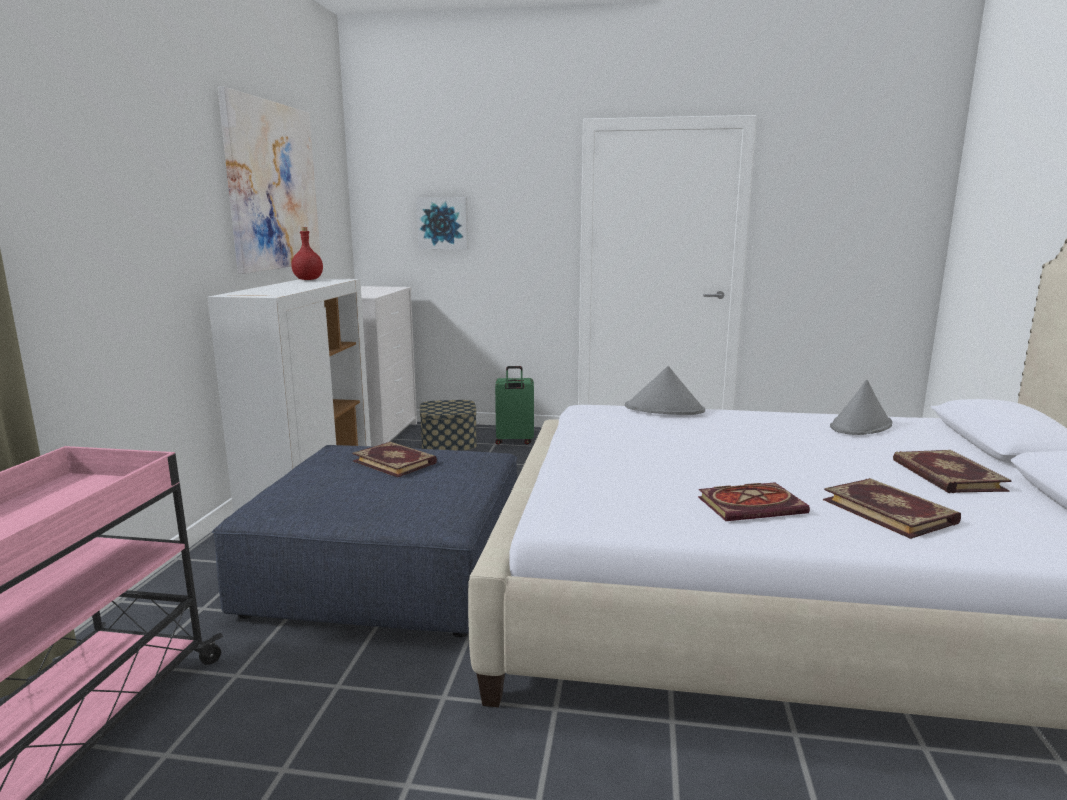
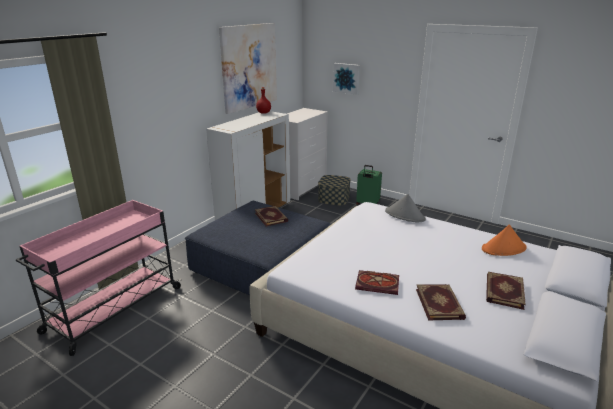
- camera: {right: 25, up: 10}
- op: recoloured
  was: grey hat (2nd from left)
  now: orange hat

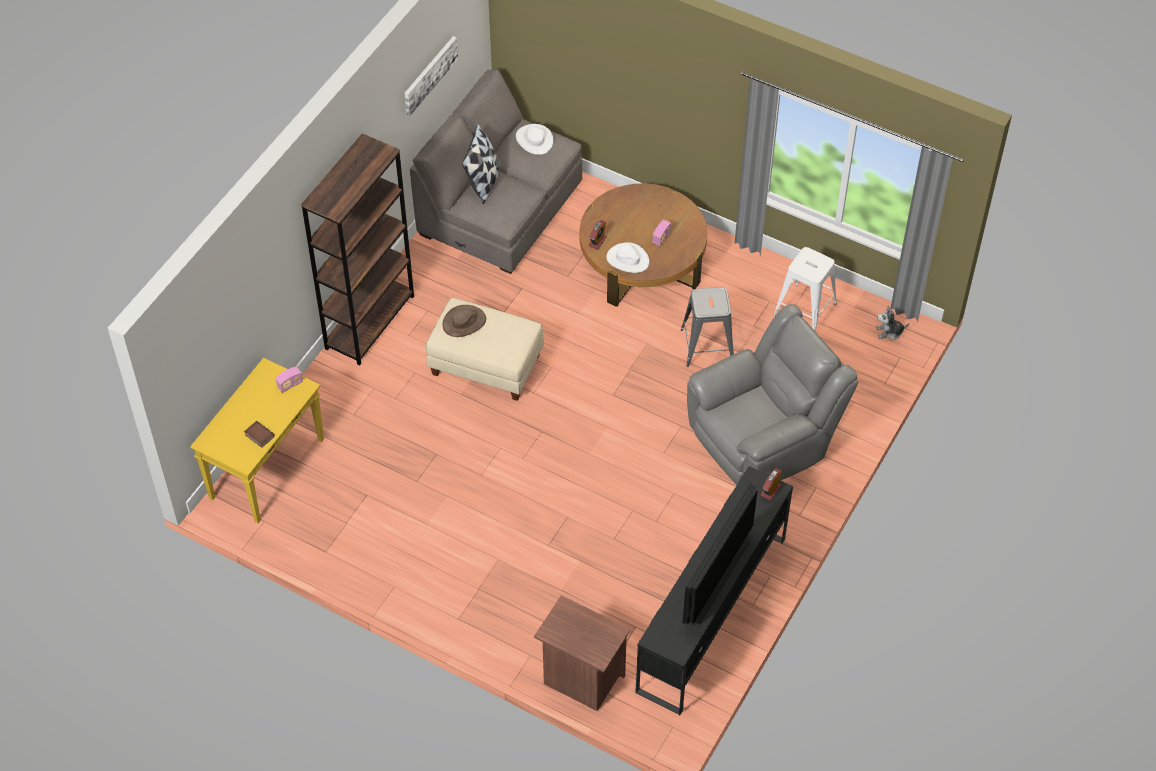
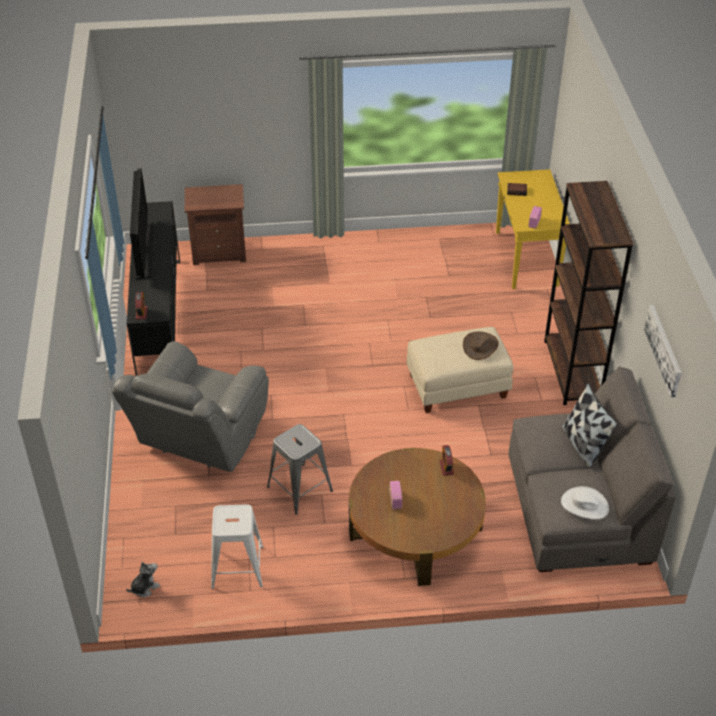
- camera: {right: 145, up: -10}
- op: removed
  was: white hat (2nd from left)

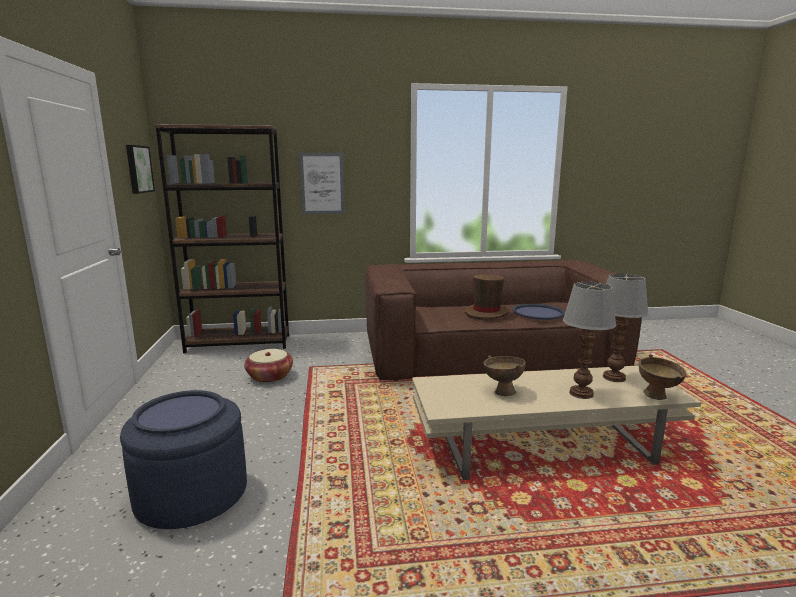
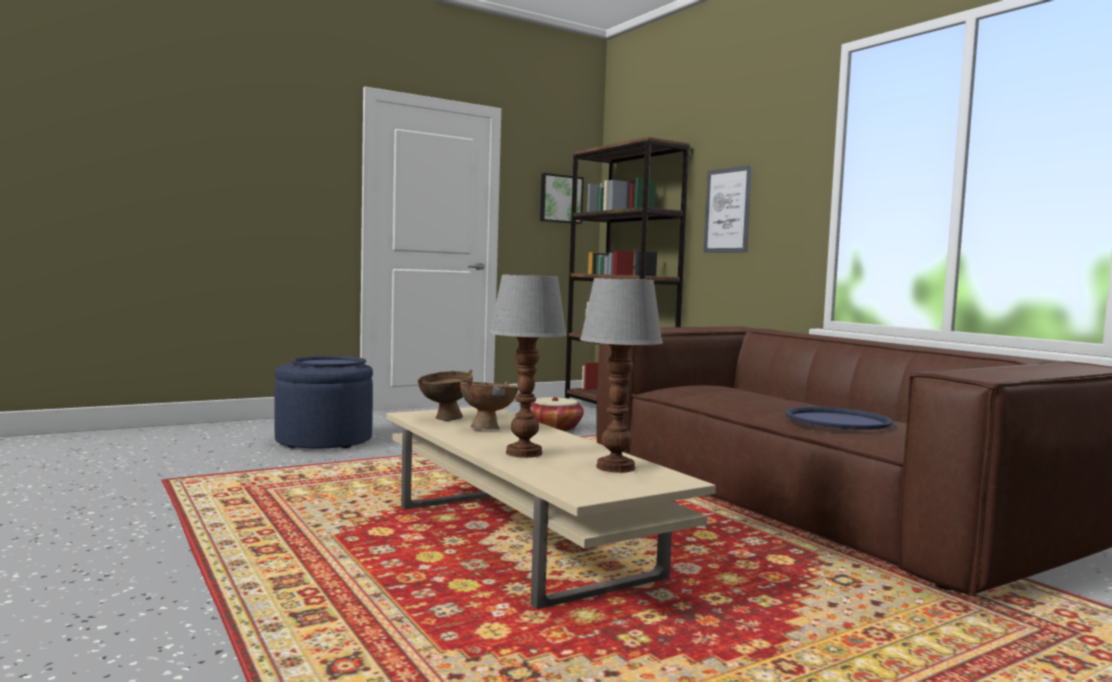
- camera: {right: 65, up: -10}
- op: moved
  was: brown bowl (2nd from left in the first image)
  now: brown bowl (1st from left)
- op: removed
  was: brown hat

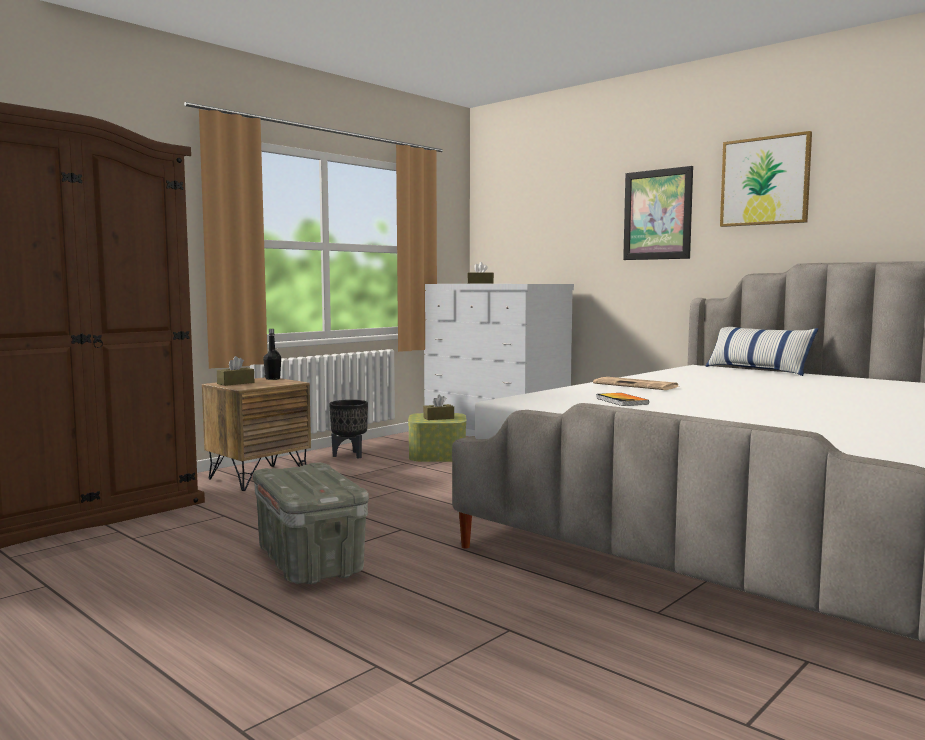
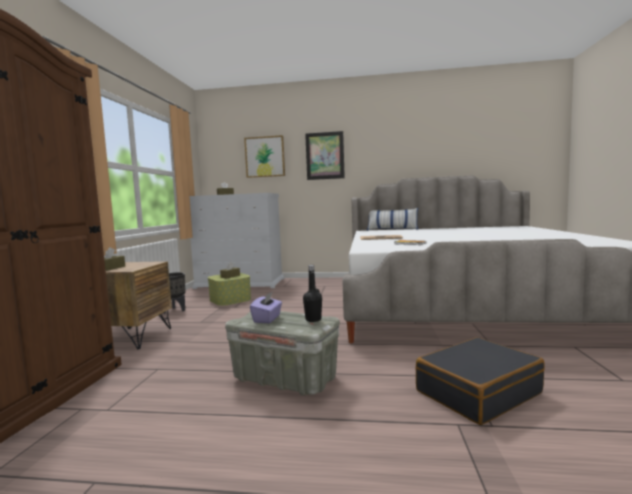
- camera: {right: -35, up: 0}
- op: moved
  was: picture (2nd from left in the first image)
  now: picture (1st from left)
- op: added
  now: purple tissue box
- op: moved
  was: black bottle
- op: added
  now: black suitcase

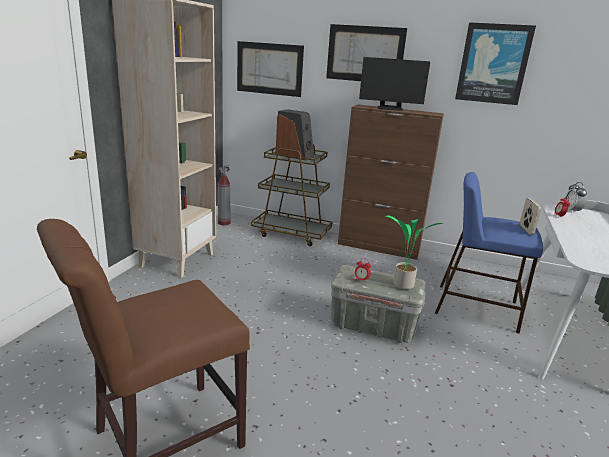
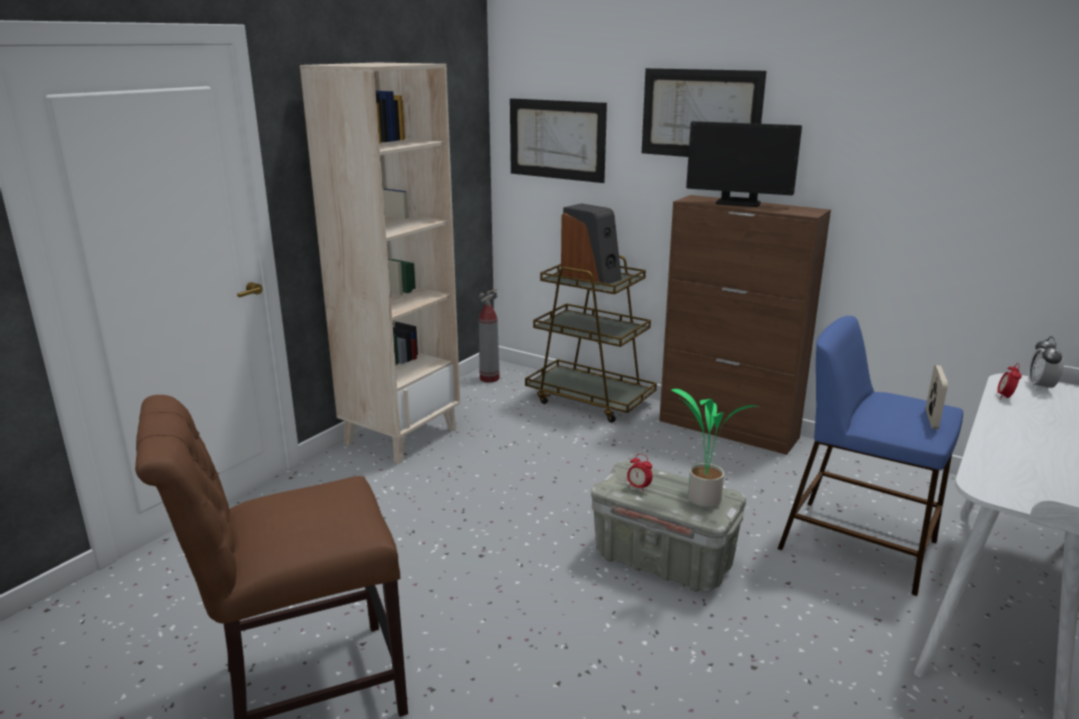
- camera: {right: 15, up: 0}
- op: removed
  was: picture (3rd from left)

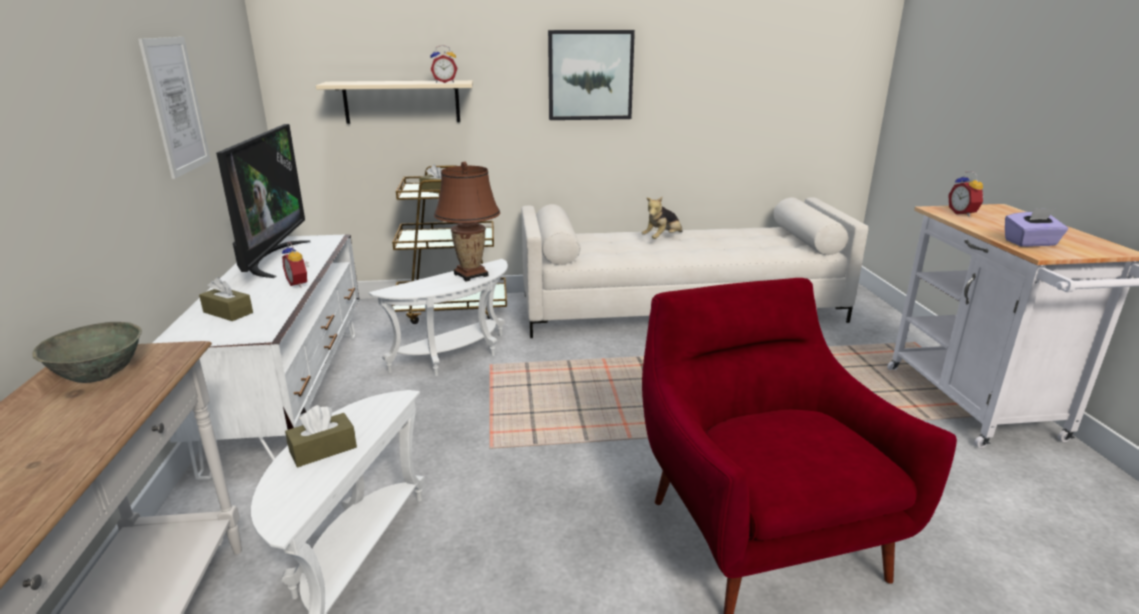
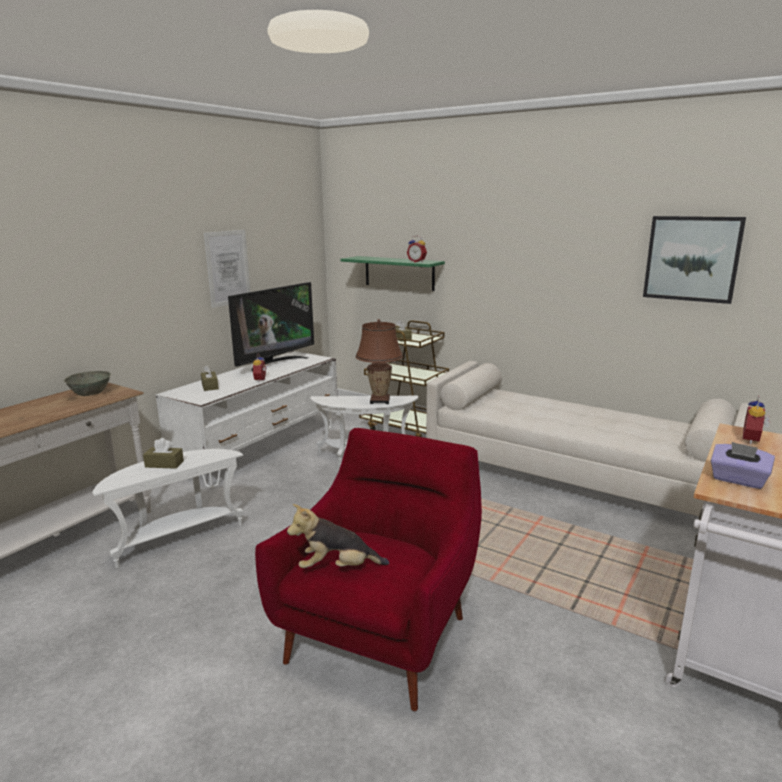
- camera: {right: 40, up: -5}
- op: moved
  was: plush toy
- op: recoloured
  was: beige shelf
  now: green shelf
- op: moved
  was: picture (2nd from left)

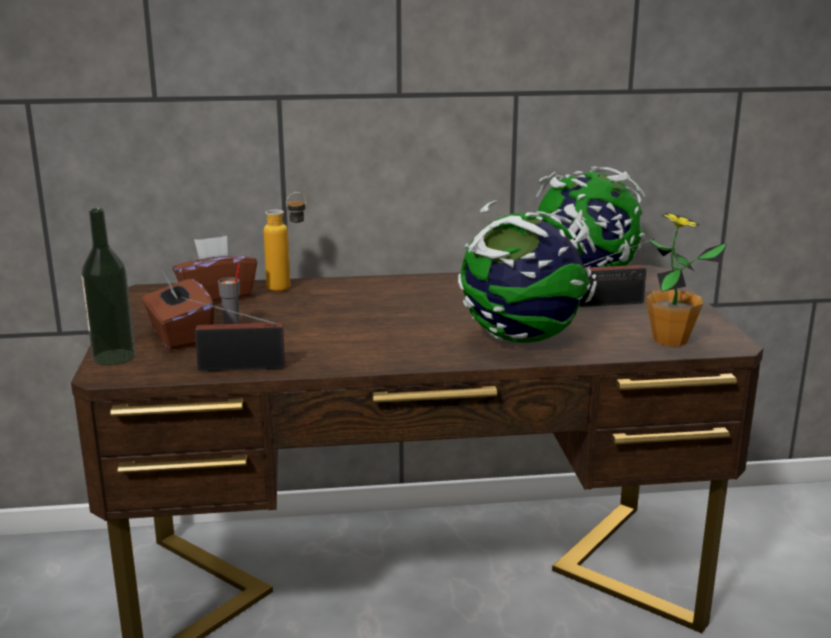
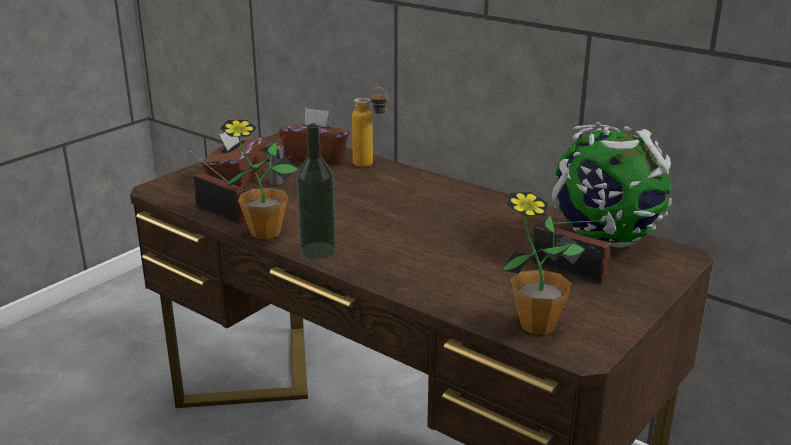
- camera: {right: 45, up: 5}
- op: added
  now: potted plant (1st from left)
- op: moved
  was: bottle (1st from left)
- op: removed
  was: globe (1st from left)

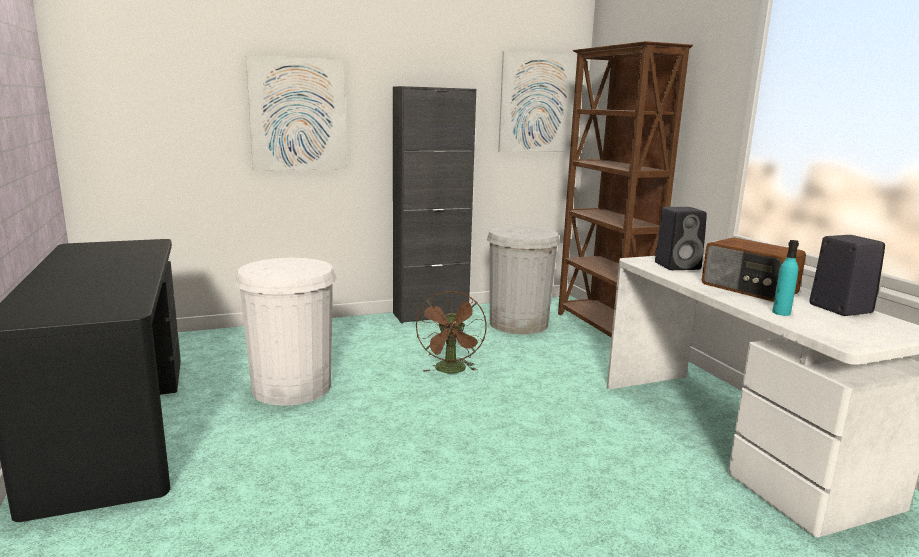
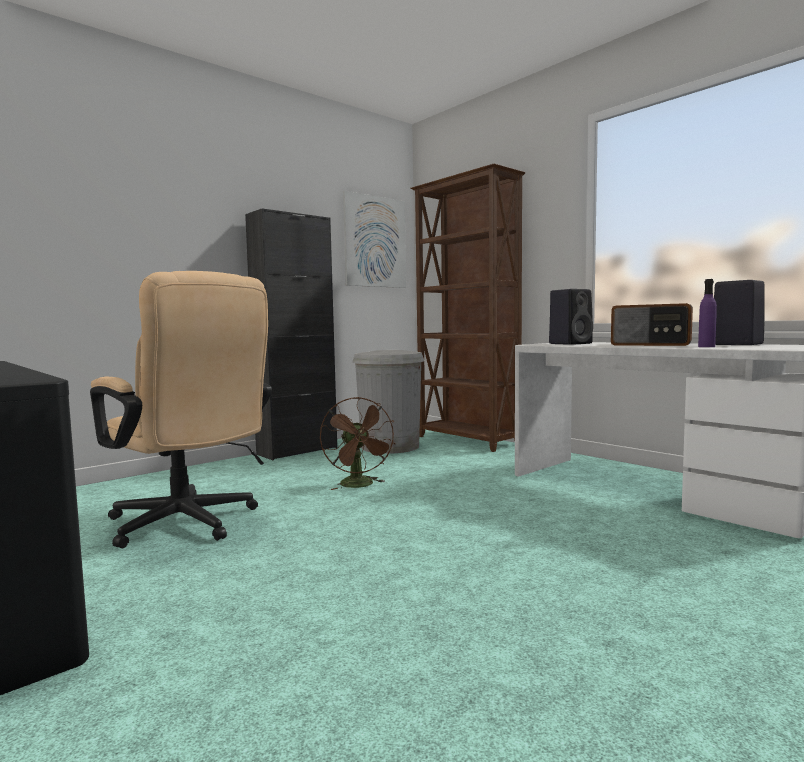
- camera: {right: -20, up: -10}
- op: replaced
  was: white trash can (1st from left)
  now: beige office chair
- op: recoloured
  was: turquoise bottle
  now: purple bottle
- op: removed
  was: picture (1st from left)

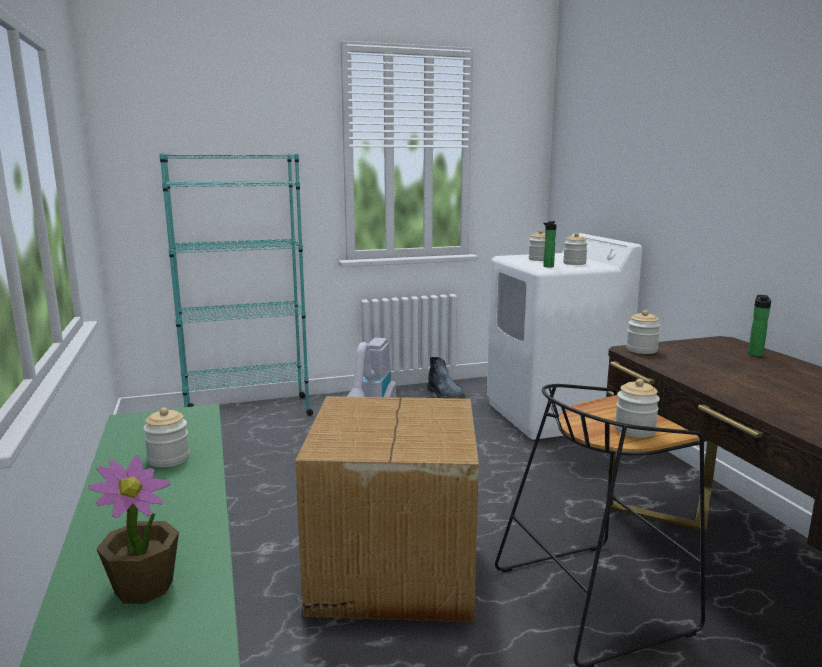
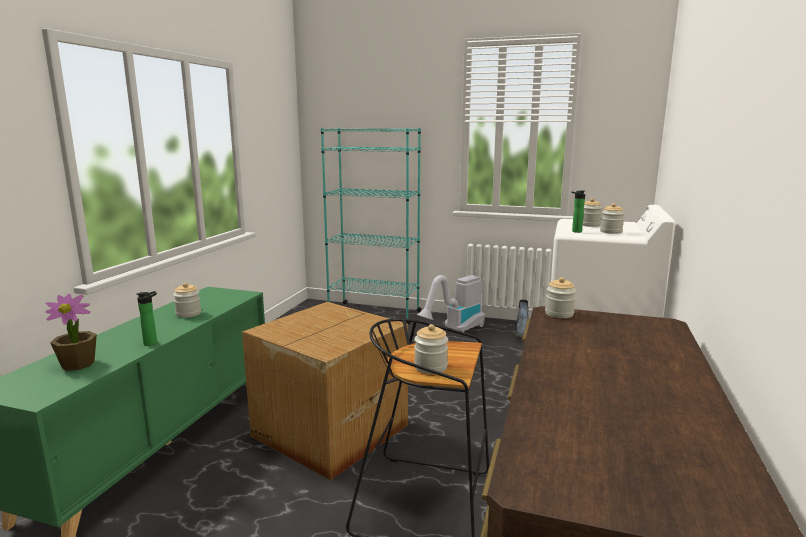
- camera: {right: 35, up: 0}
- op: moved
  was: bottle (2nd from left in the first image)
  now: bottle (1st from left)

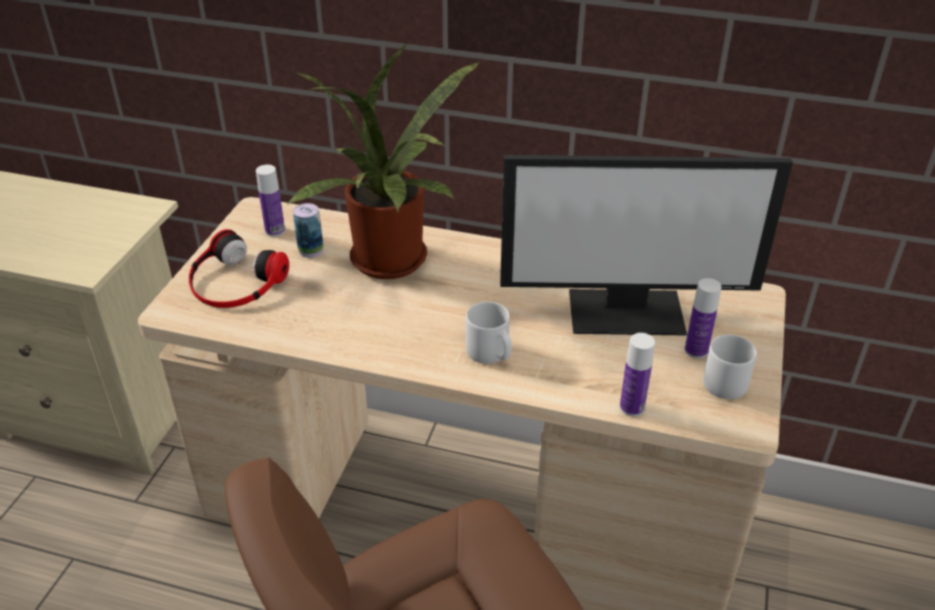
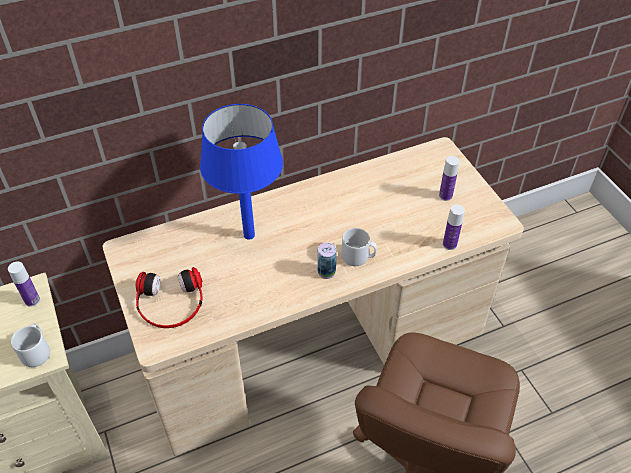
- camera: {right: -40, up: 10}
- op: moved
  was: bottle (1st from left)
- op: moved
  was: grey mug (2nd from left in the first image)
  now: grey mug (1st from left)
- op: replaced
  was: potted plant
  now: blue table lamp
- op: moved
  was: can
- op: removed
  was: monitor

